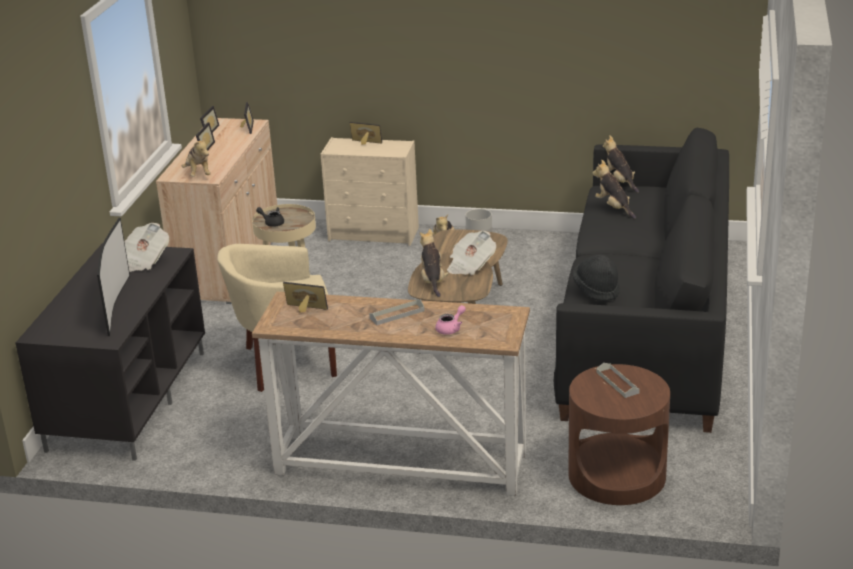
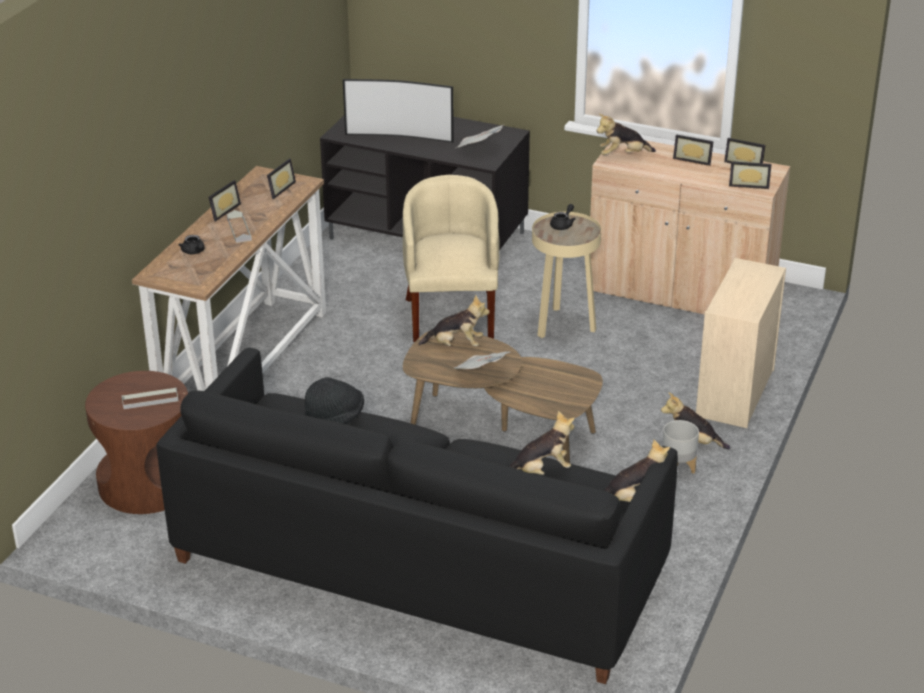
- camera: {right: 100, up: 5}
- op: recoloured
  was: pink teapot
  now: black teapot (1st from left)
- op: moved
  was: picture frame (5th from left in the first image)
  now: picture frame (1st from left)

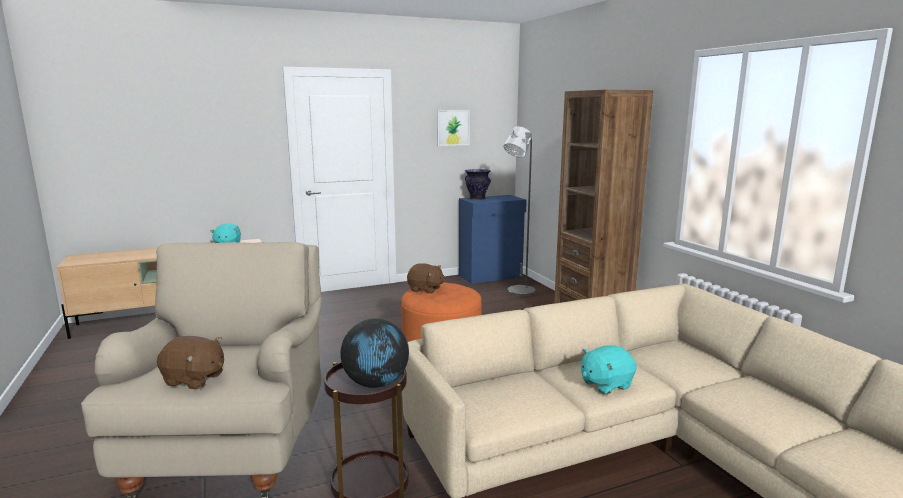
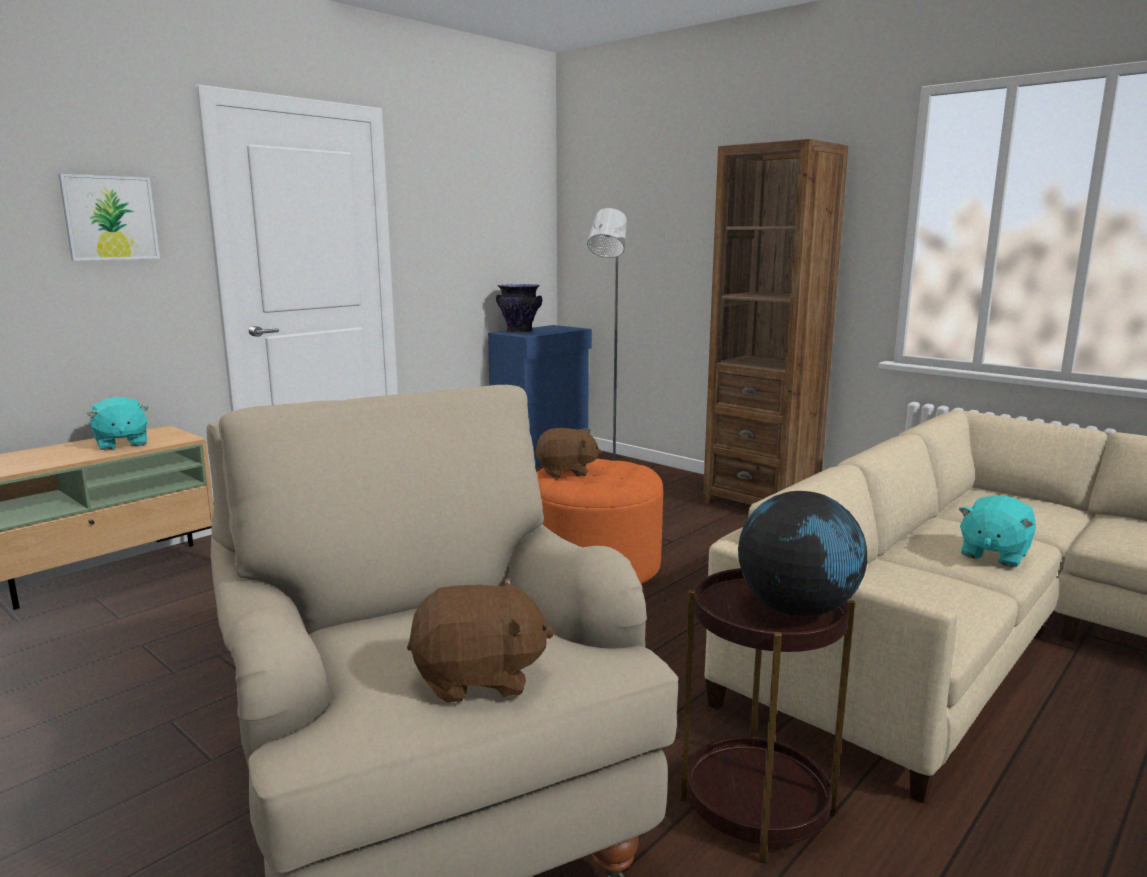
- camera: {right: -25, up: 0}
- op: moved
  was: picture

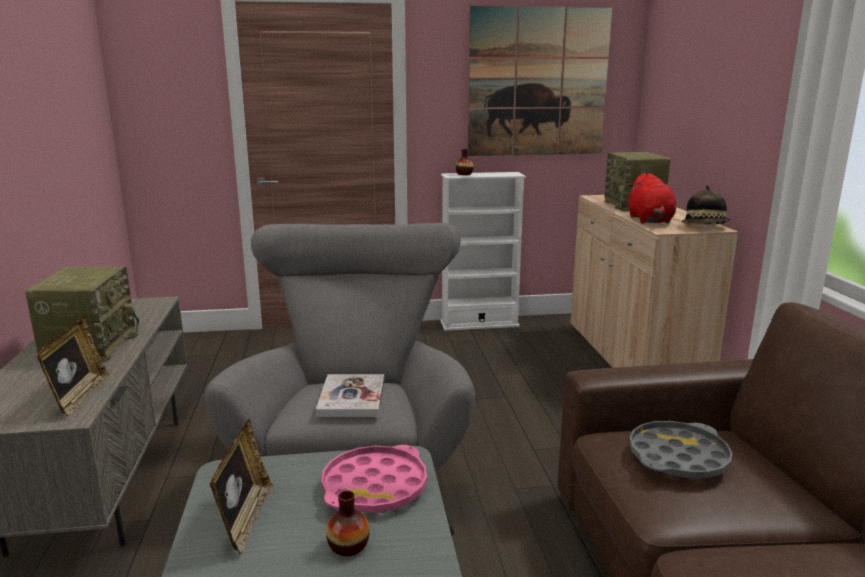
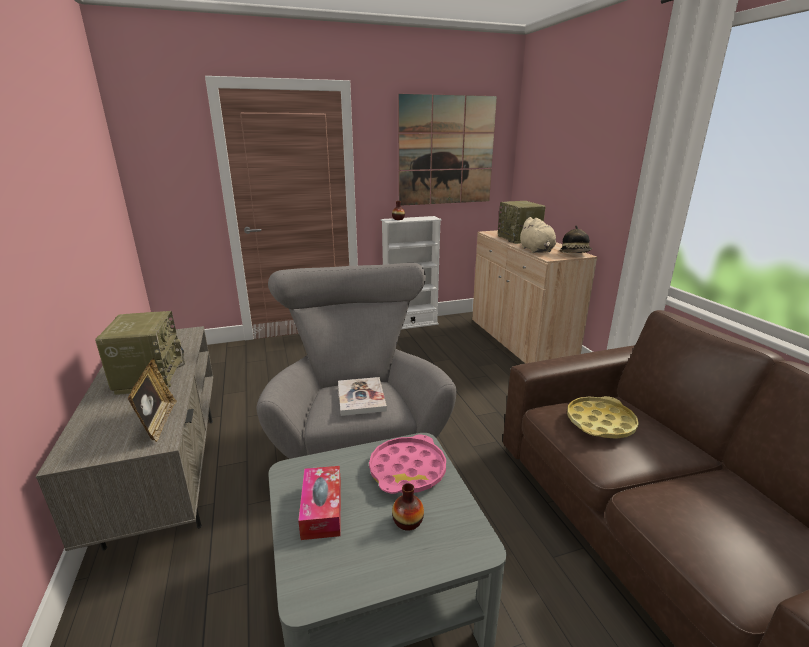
- camera: {right: -10, up: 5}
- op: replaced
  was: picture frame (2nd from left)
  now: tissue box
- op: recoloured
  was: red plush toy
  now: beige plush toy
- op: recoloured
  was: grey tray
  now: yellow tray

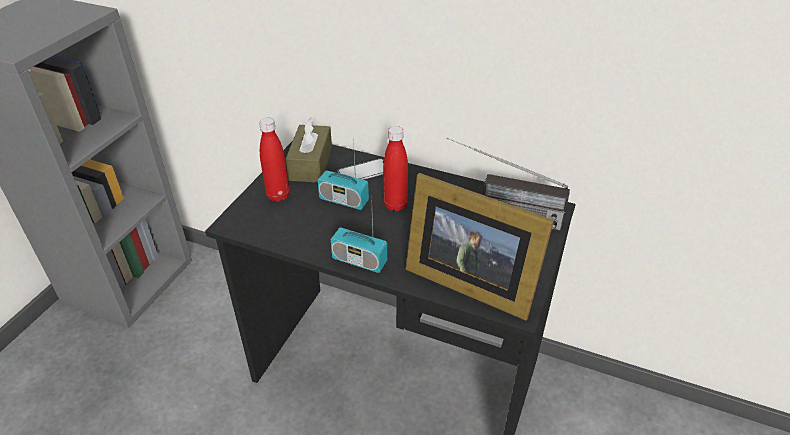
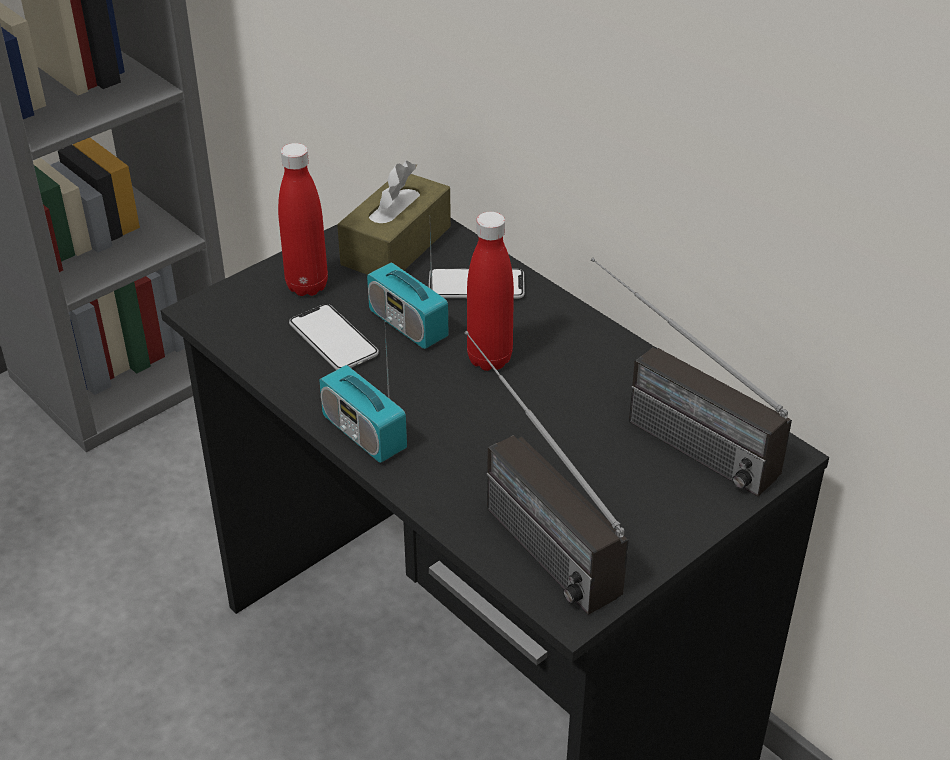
- camera: {right: 25, up: 0}
- op: added
  now: phone (1st from left)
- op: replaced
  was: picture frame
  now: radio (3rd from left)

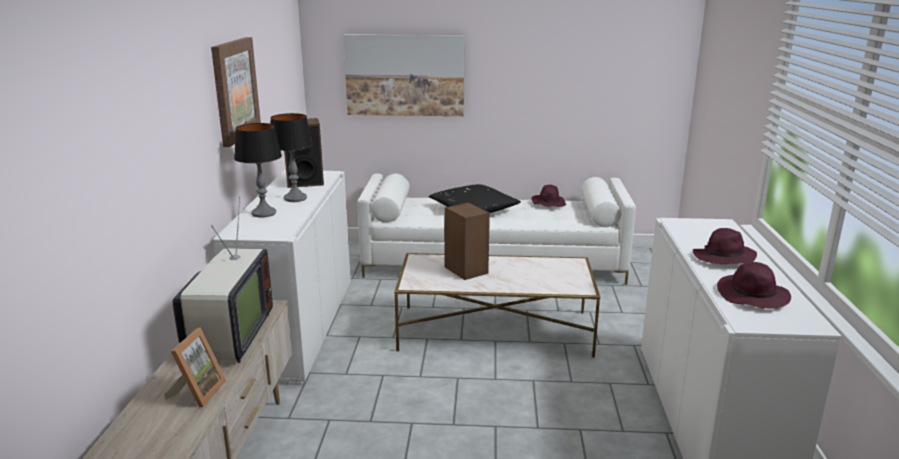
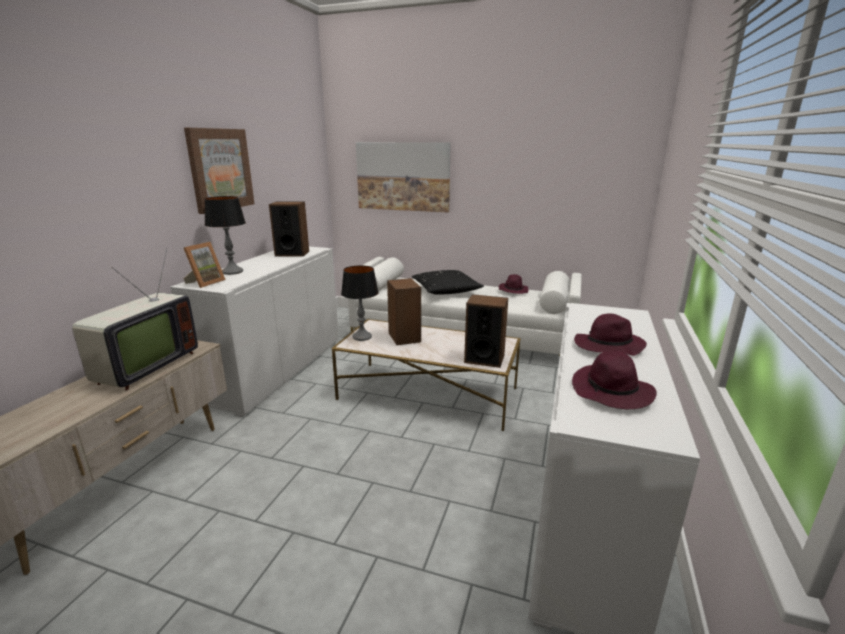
- camera: {right: 15, up: 0}
- op: moved
  was: picture frame
- op: moved
  was: table lamp (2nd from left)
- op: added
  now: speaker (3rd from left)

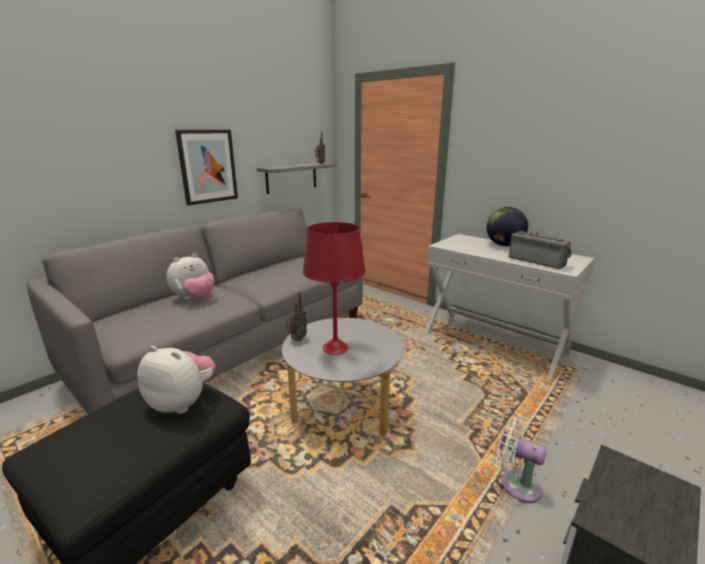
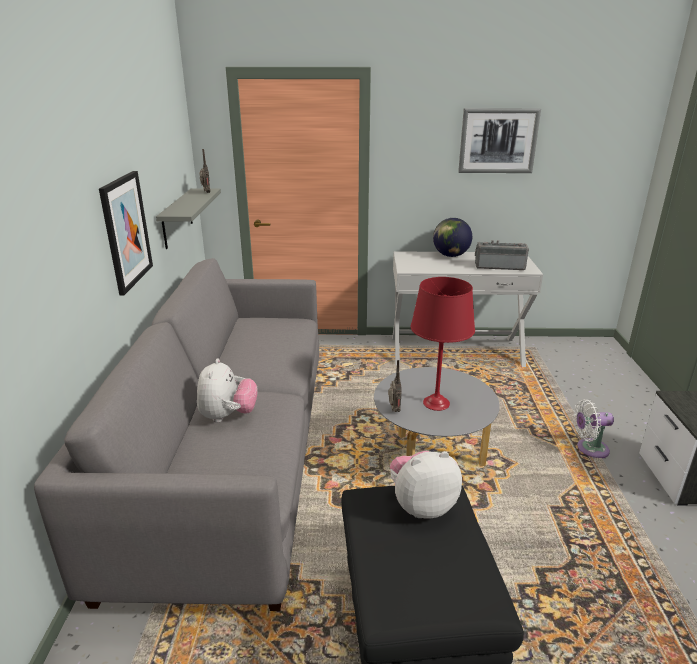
- camera: {right: -40, up: 5}
- op: added
  now: picture (2nd from left)

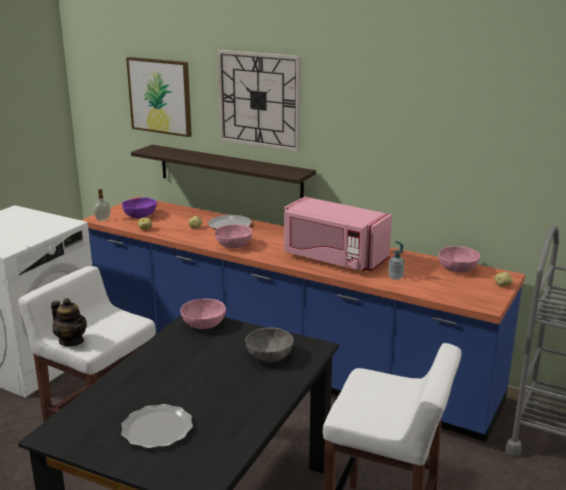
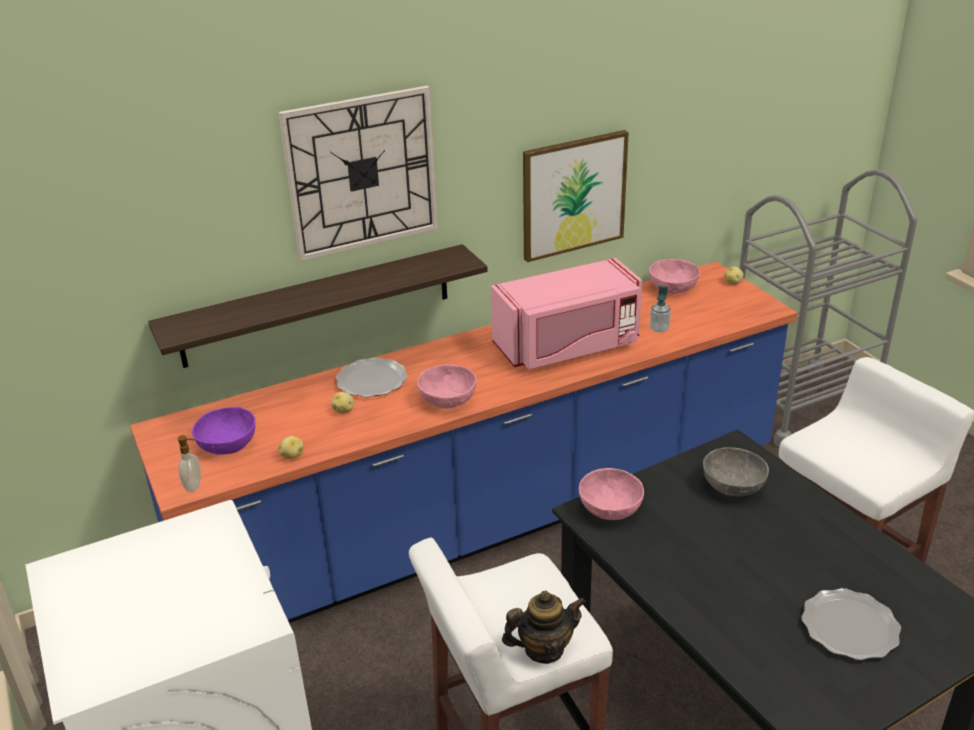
- camera: {right: -55, up: 10}
- op: moved
  was: picture

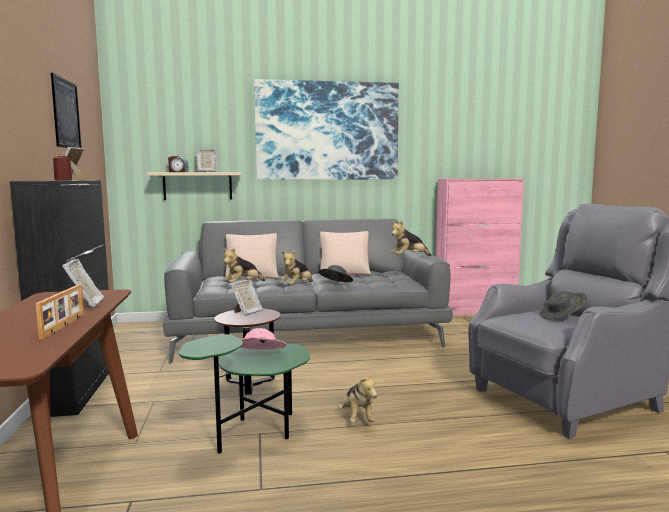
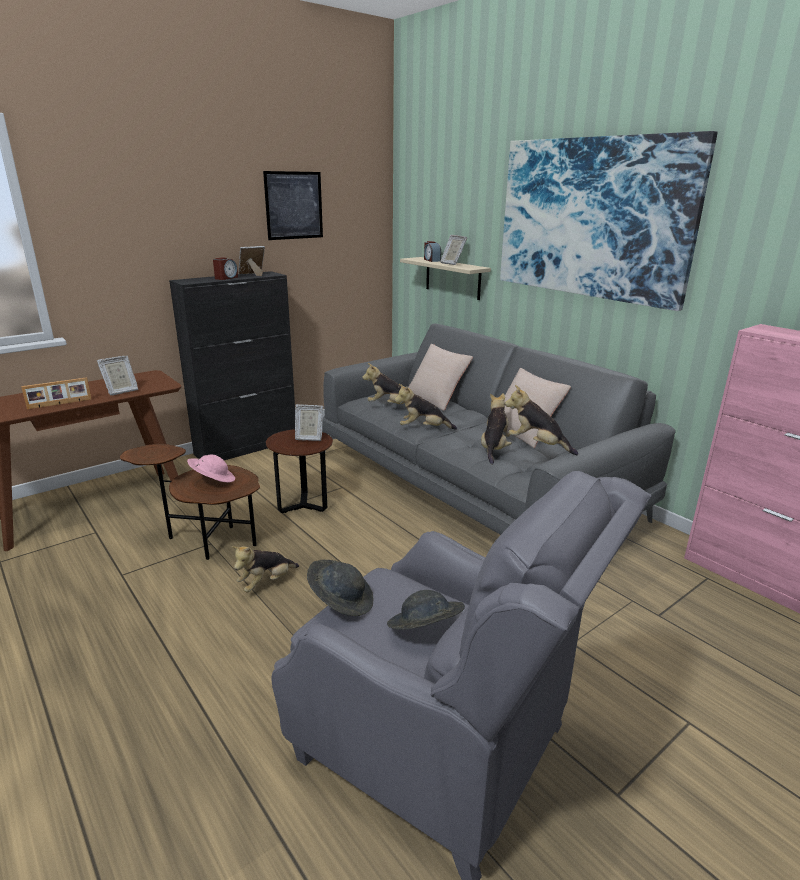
- camera: {right: 60, up: 15}
- op: recoloured
  was: green side table
  now: brown side table (1st from left)
- op: moved
  was: grey hat (1st from left)
- op: added
  now: plush toy (4th from left)

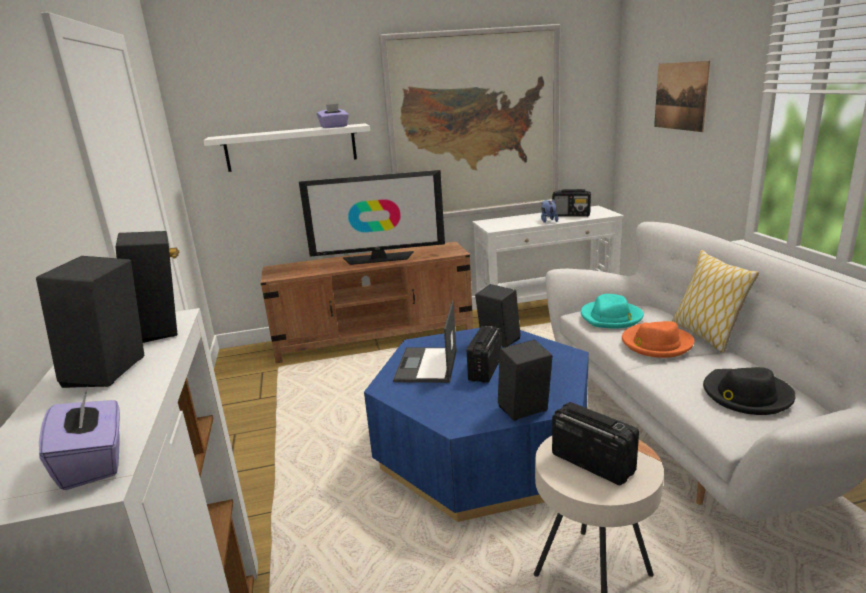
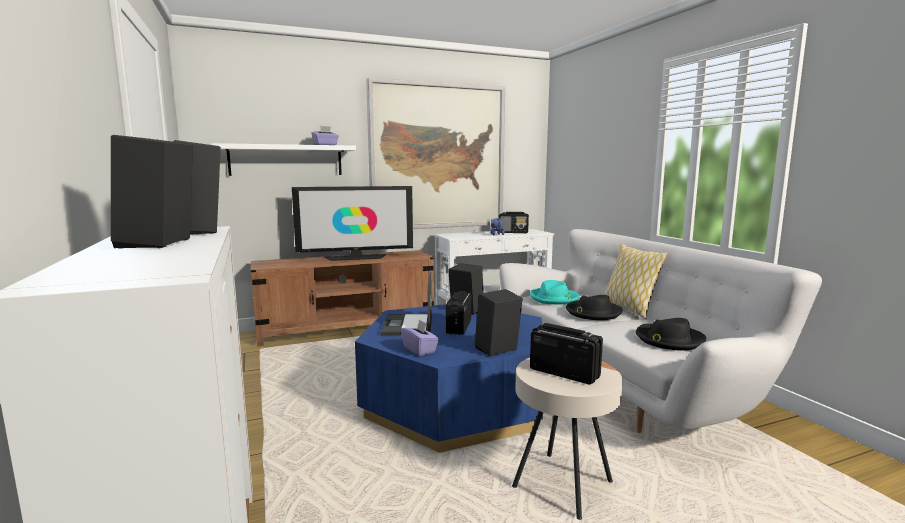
- camera: {right: -10, up: -10}
- op: moved
  was: purple tissue box (1st from left in the first image)
  now: purple tissue box (2nd from left)
- op: recoloured
  was: orange hat
  now: black hat (1st from left)
- op: removed
  was: picture (2nd from left)

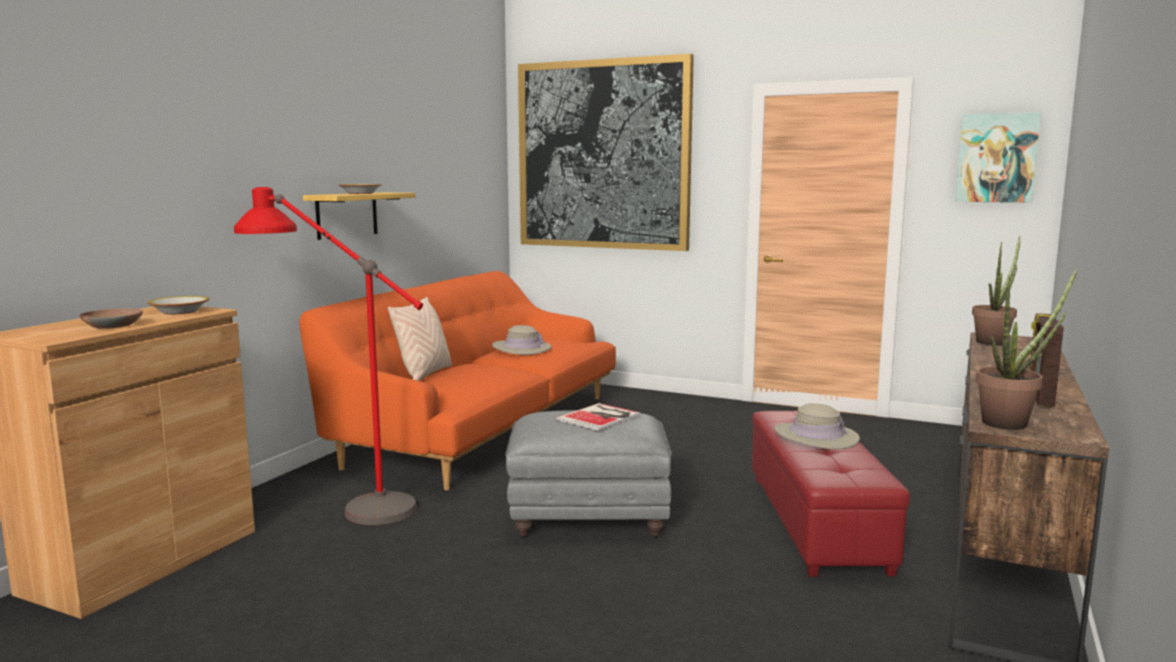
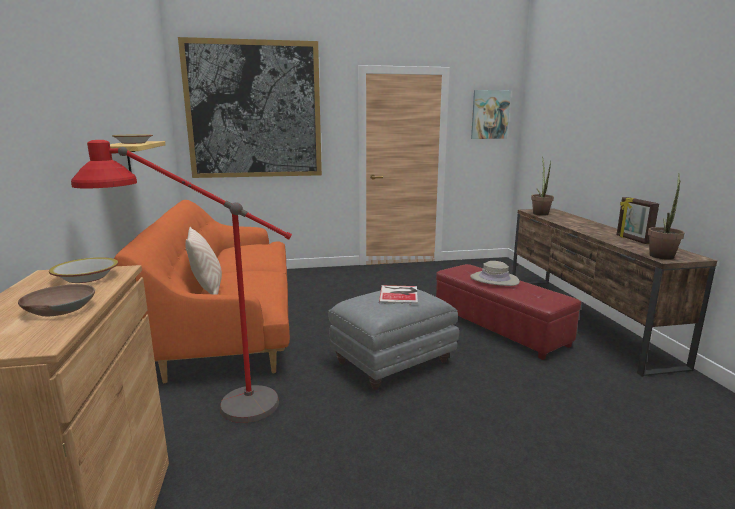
- camera: {right: -35, up: 5}
- op: removed
  was: beige hat (1st from left)

